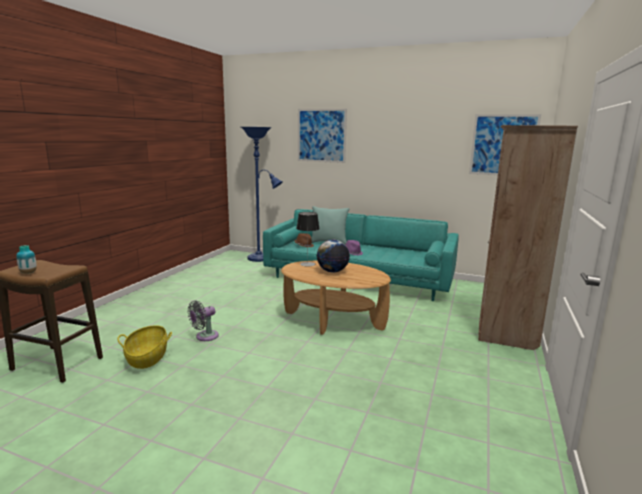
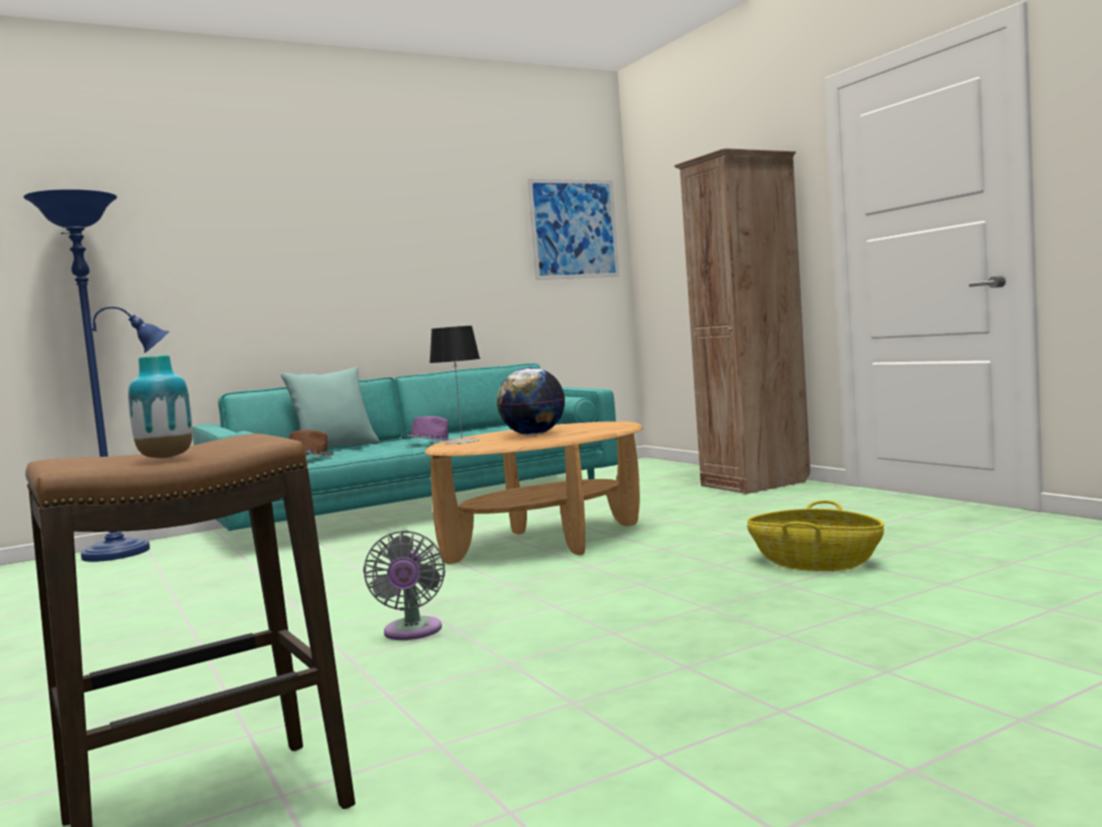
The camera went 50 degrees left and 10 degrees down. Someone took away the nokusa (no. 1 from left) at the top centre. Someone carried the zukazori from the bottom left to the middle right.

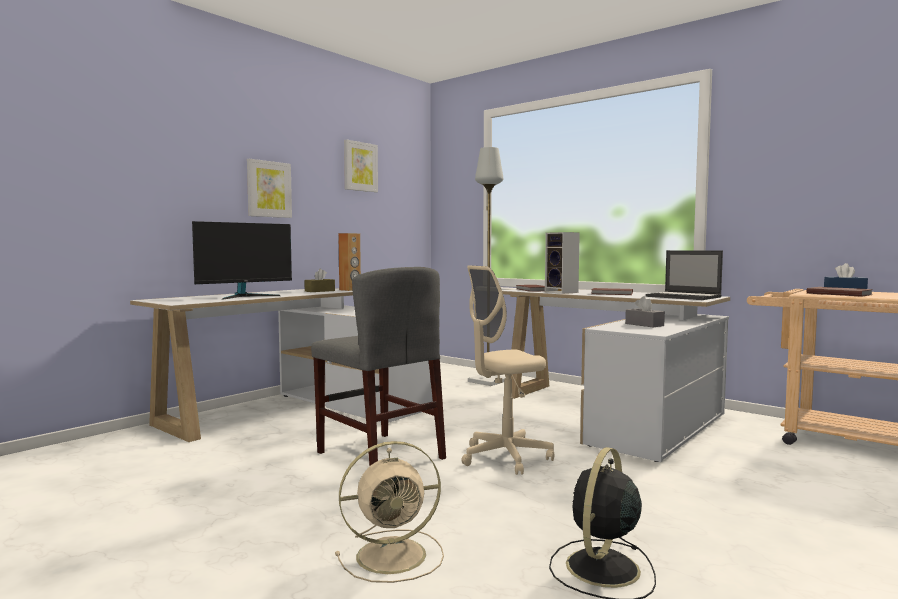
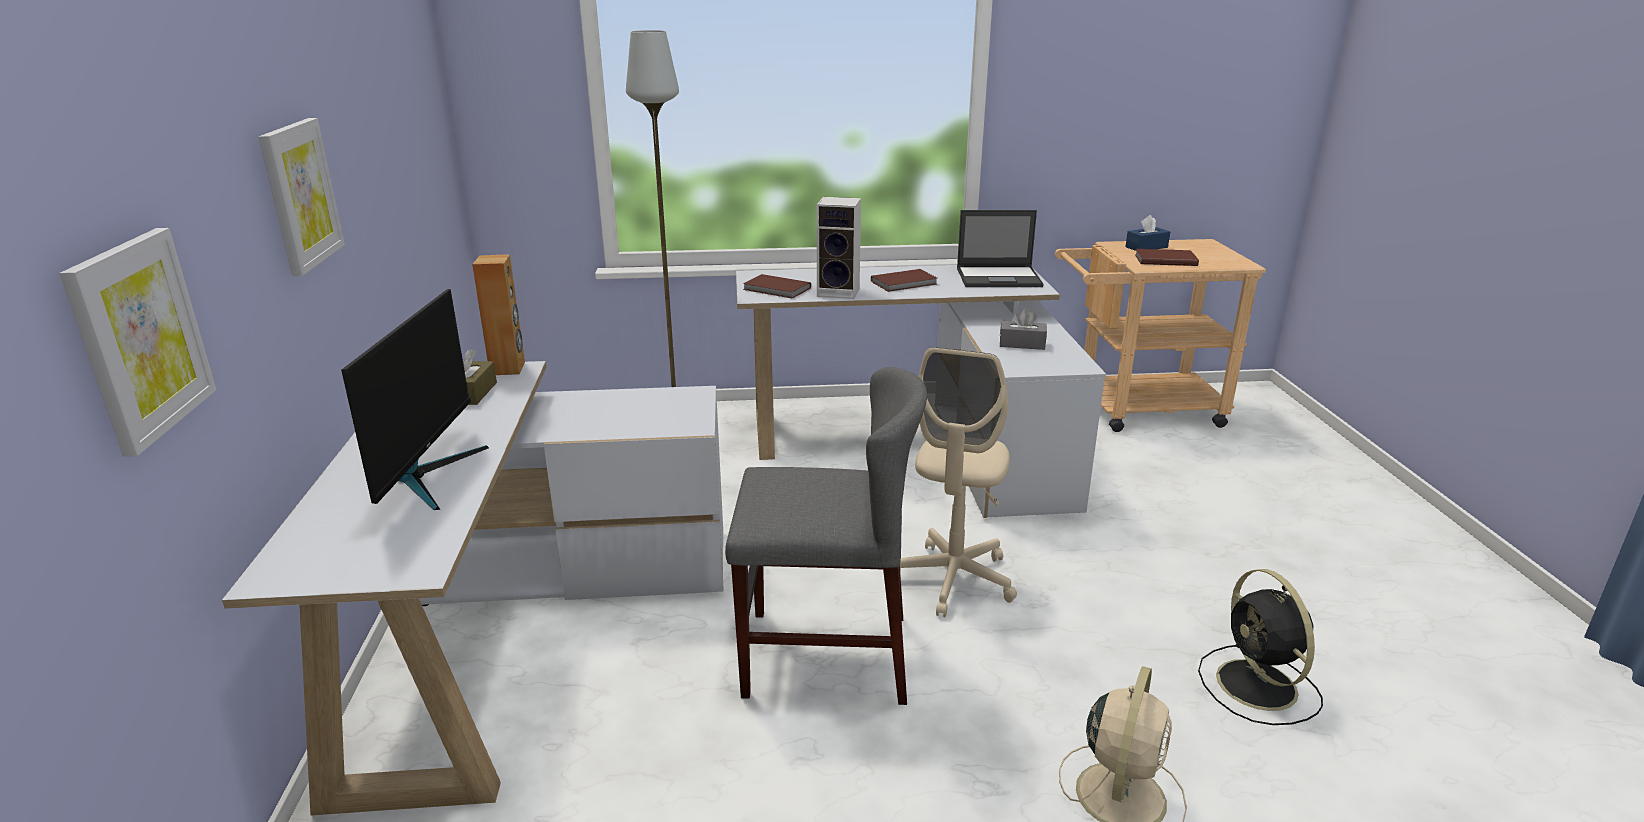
The camera went 45 degrees left and 20 degrees up. Someone carried the nokusa (no. 2 from left in the first image) from the top centre to the middle left.

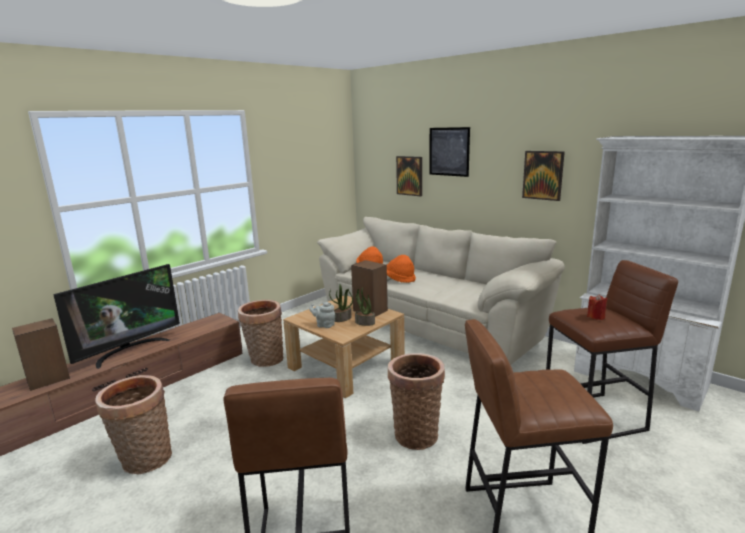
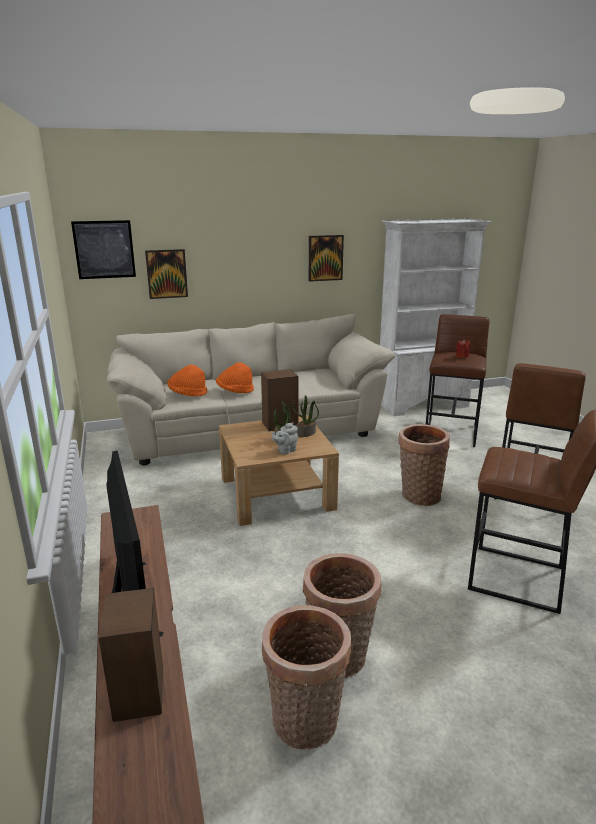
The camera went 60 degrees left and 5 degrees up. Someone carried the zukazori (no. 2 from left in the first image) from the centre to the bottom centre. Someone carried the nokusa (no. 2 from left in the first image) from the top centre to the top left.

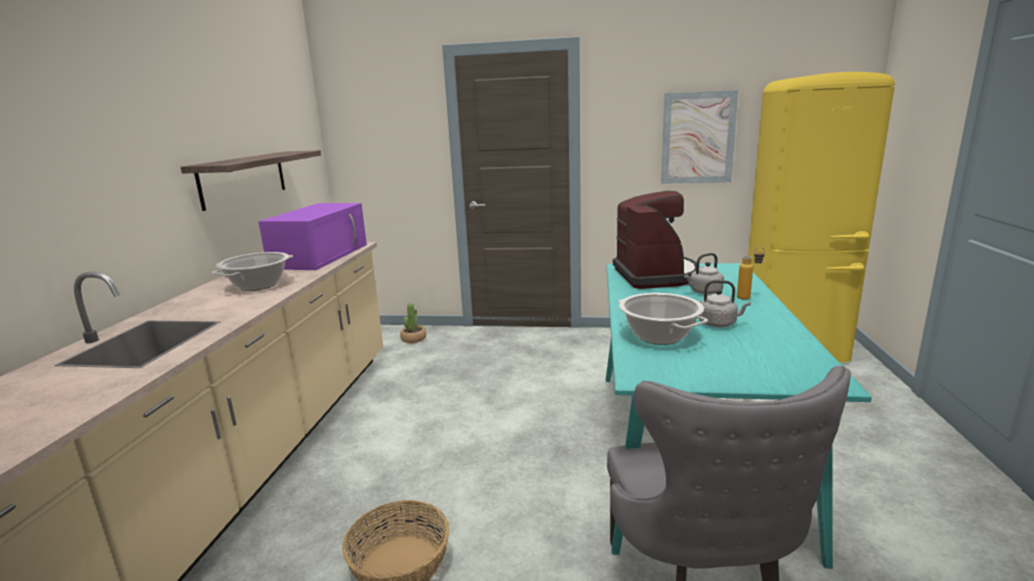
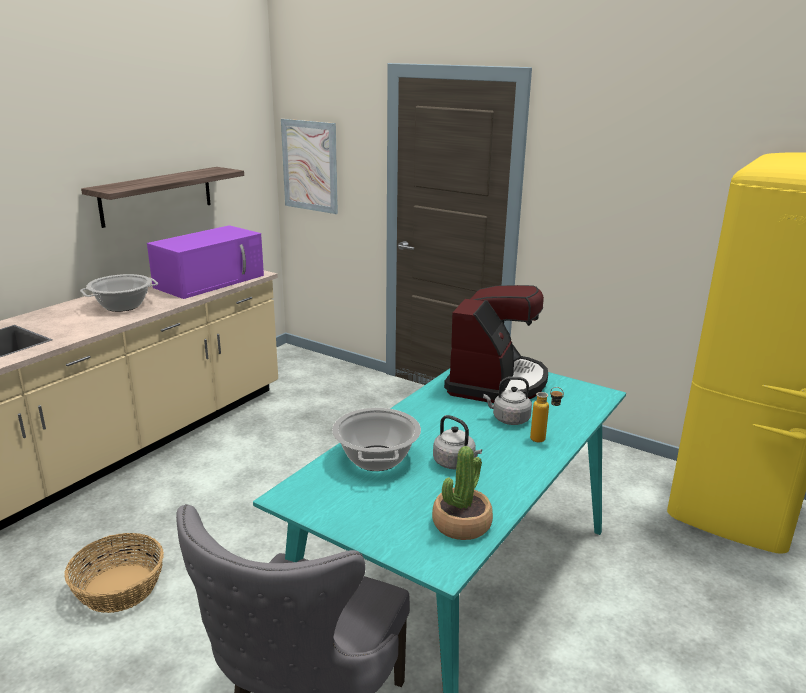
The camera went 25 degrees right and 5 degrees up. Someone carried the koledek from the centre to the bottom centre. Someone carried the nokusa from the top right to the top centre.

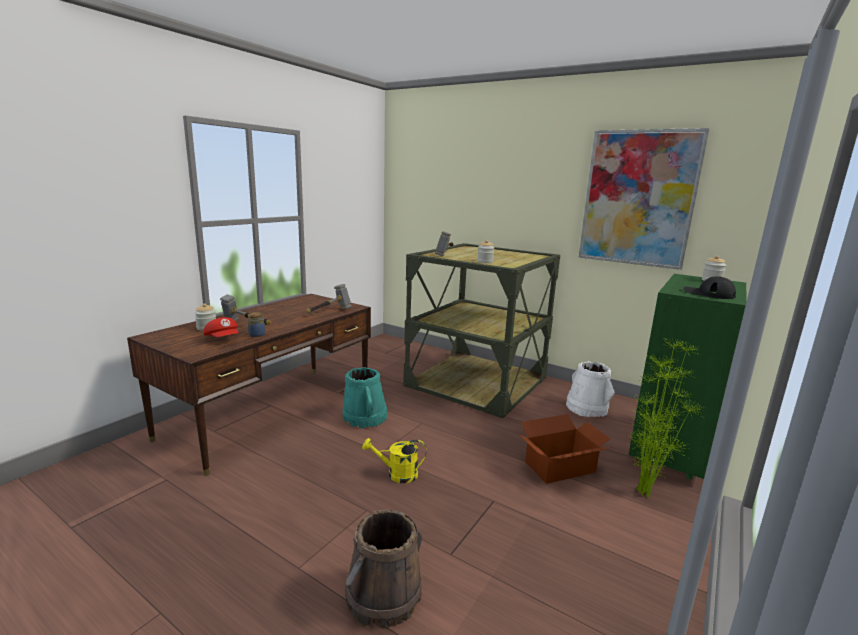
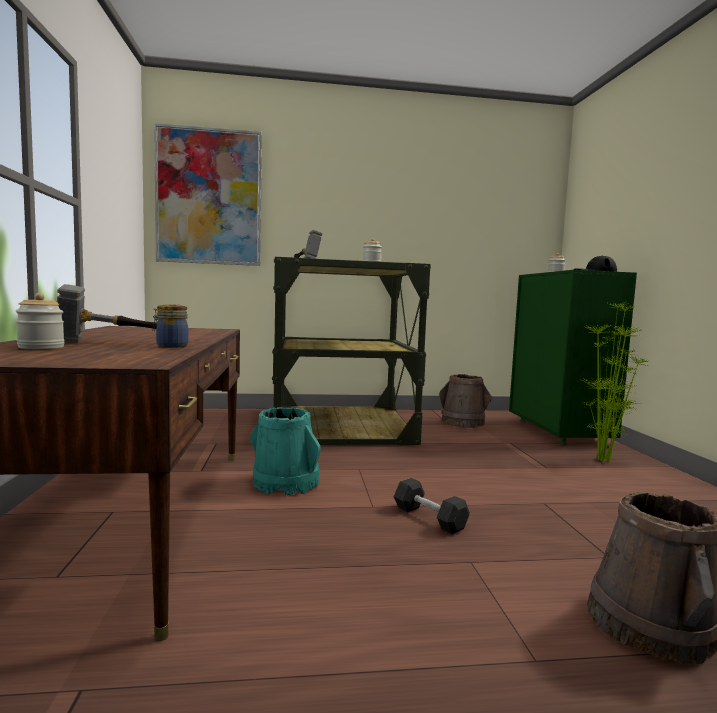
The camera went 40 degrees left and 10 degrees down. Someone took away the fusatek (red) at the middle left. Someone took away the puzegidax (no. 2 from left) at the centre. Someone took away the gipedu at the bottom centre. Someone carried the nokusa from the top right to the top left. Someone swapped the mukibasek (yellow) at the bottom centre for the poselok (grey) at the bottom centre. Someone repainted the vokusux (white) at the middle right, which became the vokusux (brown) (no. 1 from left) at the centre.

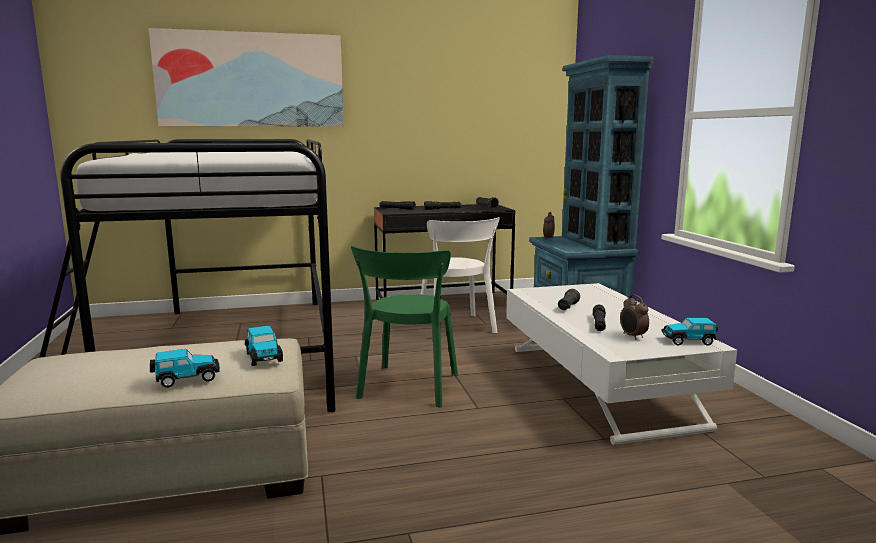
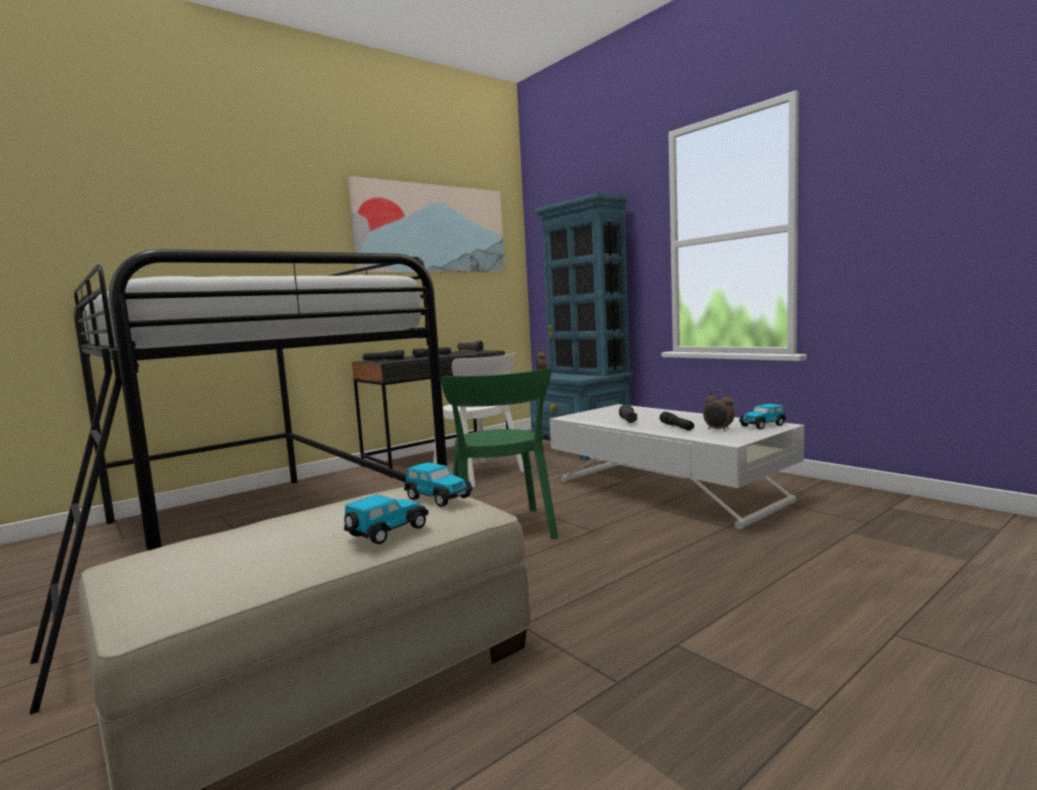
The camera went 25 degrees left and 5 degrees down. Someone carried the nokusa from the top left to the top centre.

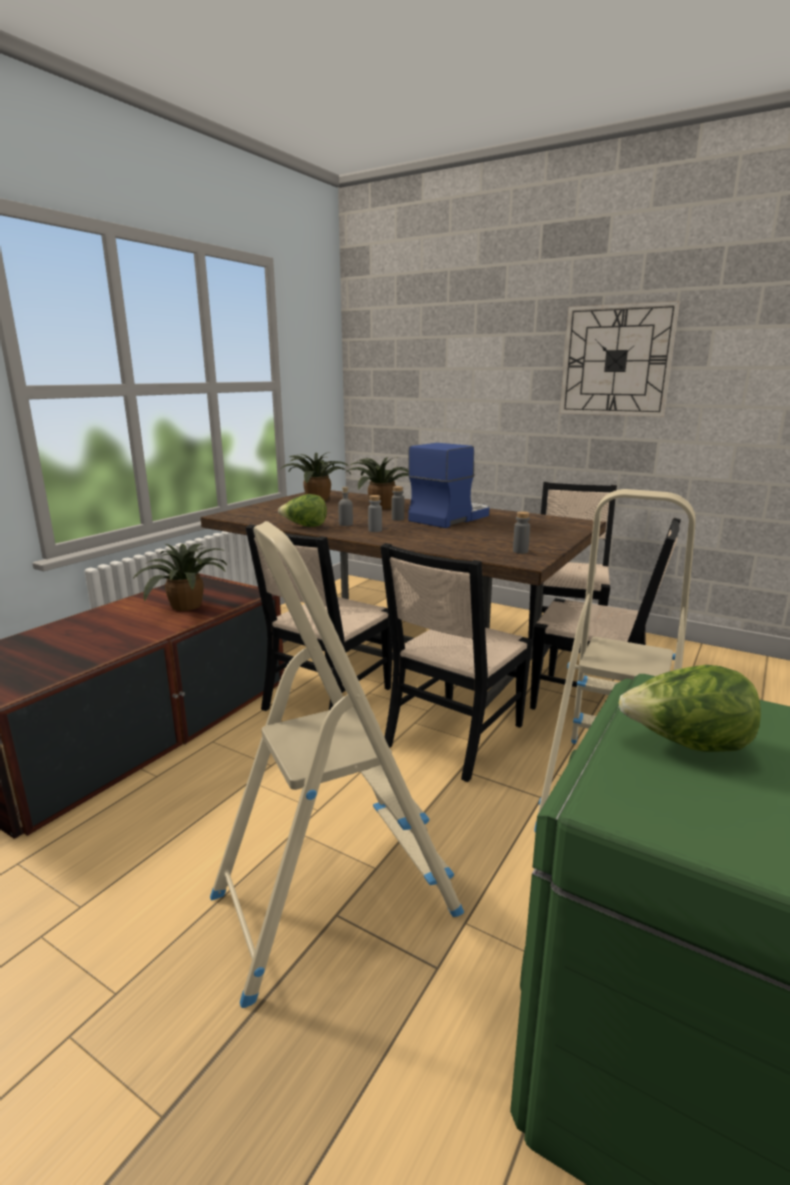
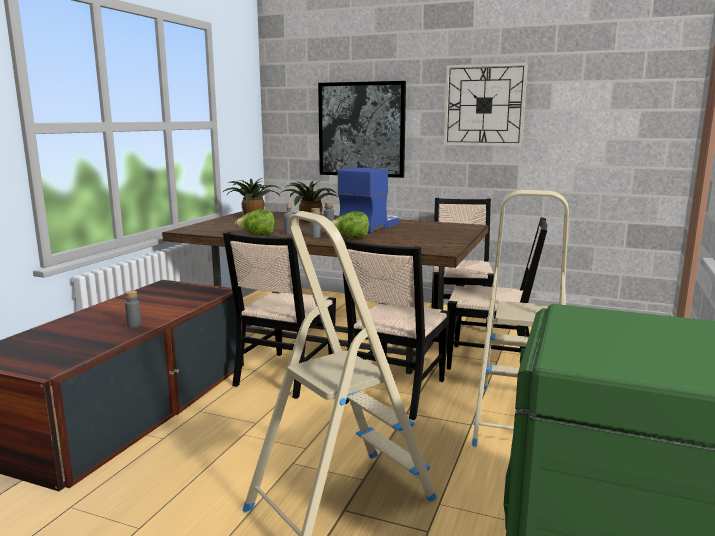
The camera went 10 degrees left and 5 degrees down. Someone took away the koledek (no. 1 from left) at the middle left. Someone put up the nokusa at the top centre. Someone carried the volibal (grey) (no. 4 from left in the first image) from the centre to the middle left. Someone carried the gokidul (no. 2 from left) from the middle right to the centre.

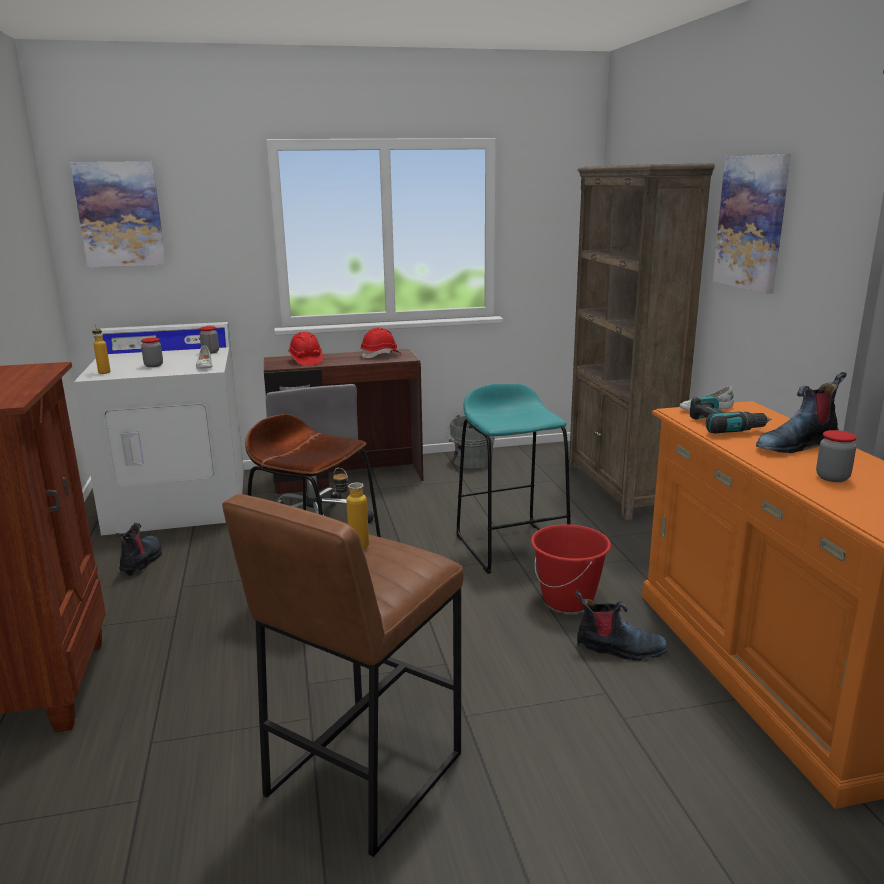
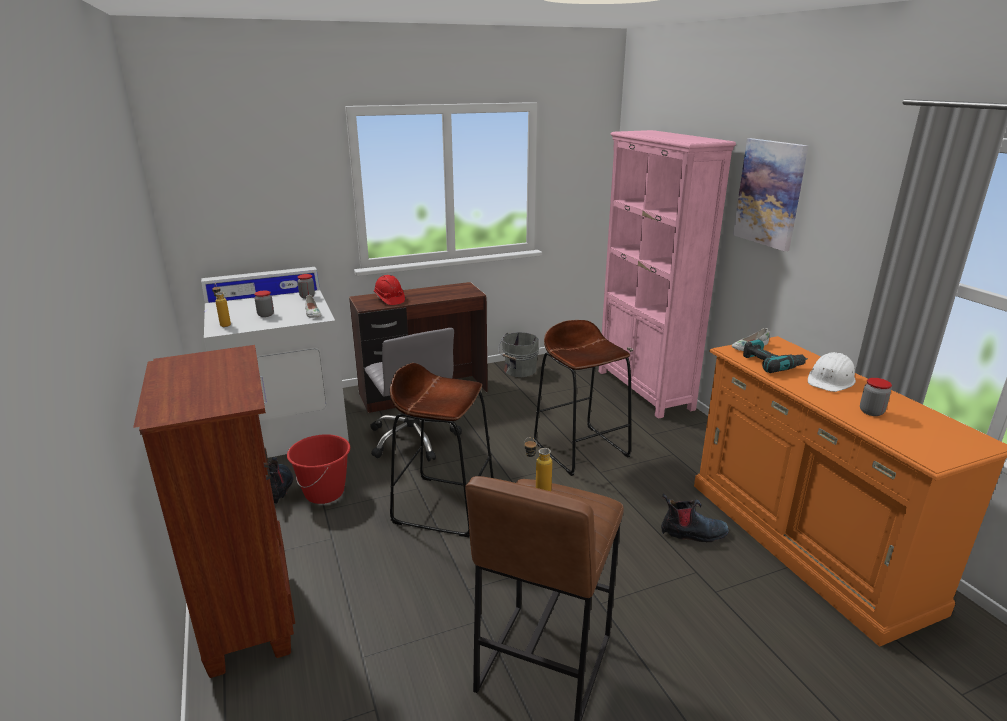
The camera went 10 degrees left and 5 degrees up. Someone took away the nokusa (no. 1 from left) at the top left. Someone took away the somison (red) (no. 2 from left) at the centre. Someone carried the vokusux (red) from the centre to the middle left. Someone swapped the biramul (no. 3 from left) at the middle right for the somison (white) at the middle right. Someone repainted the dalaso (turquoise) at the centre, which became the dalaso (brown) (no. 3 from left) at the centre. Someone repainted the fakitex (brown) at the middle right, which became the fakitex (pink) at the centre.

